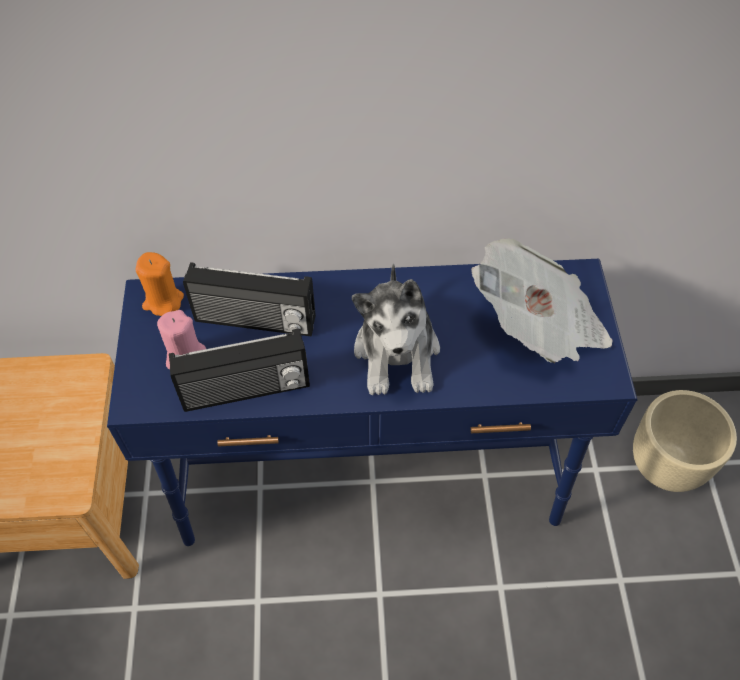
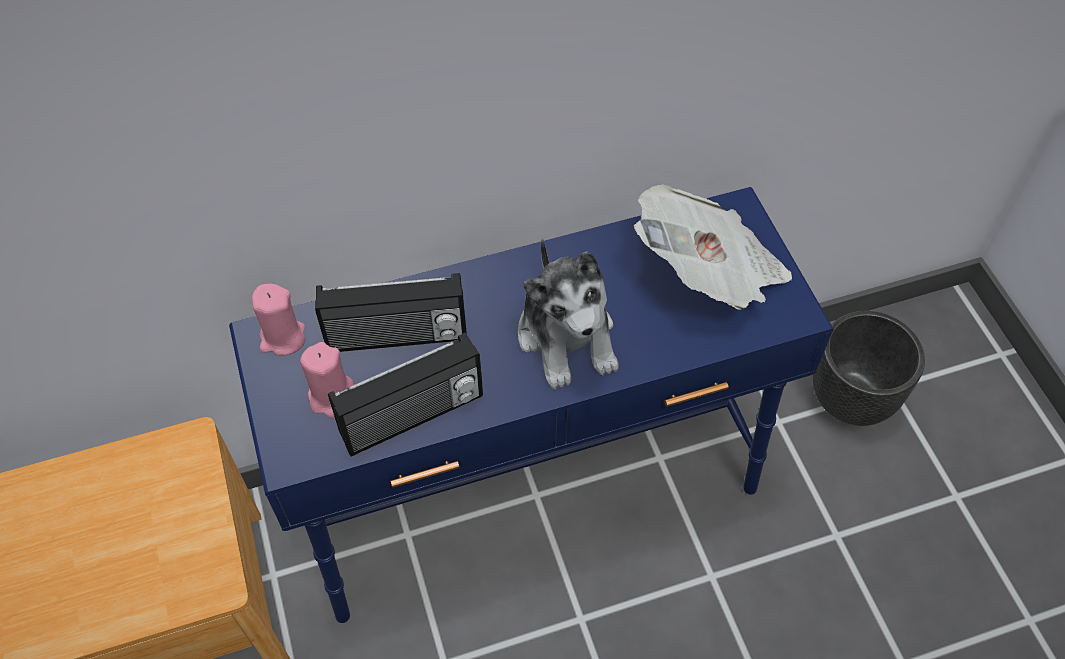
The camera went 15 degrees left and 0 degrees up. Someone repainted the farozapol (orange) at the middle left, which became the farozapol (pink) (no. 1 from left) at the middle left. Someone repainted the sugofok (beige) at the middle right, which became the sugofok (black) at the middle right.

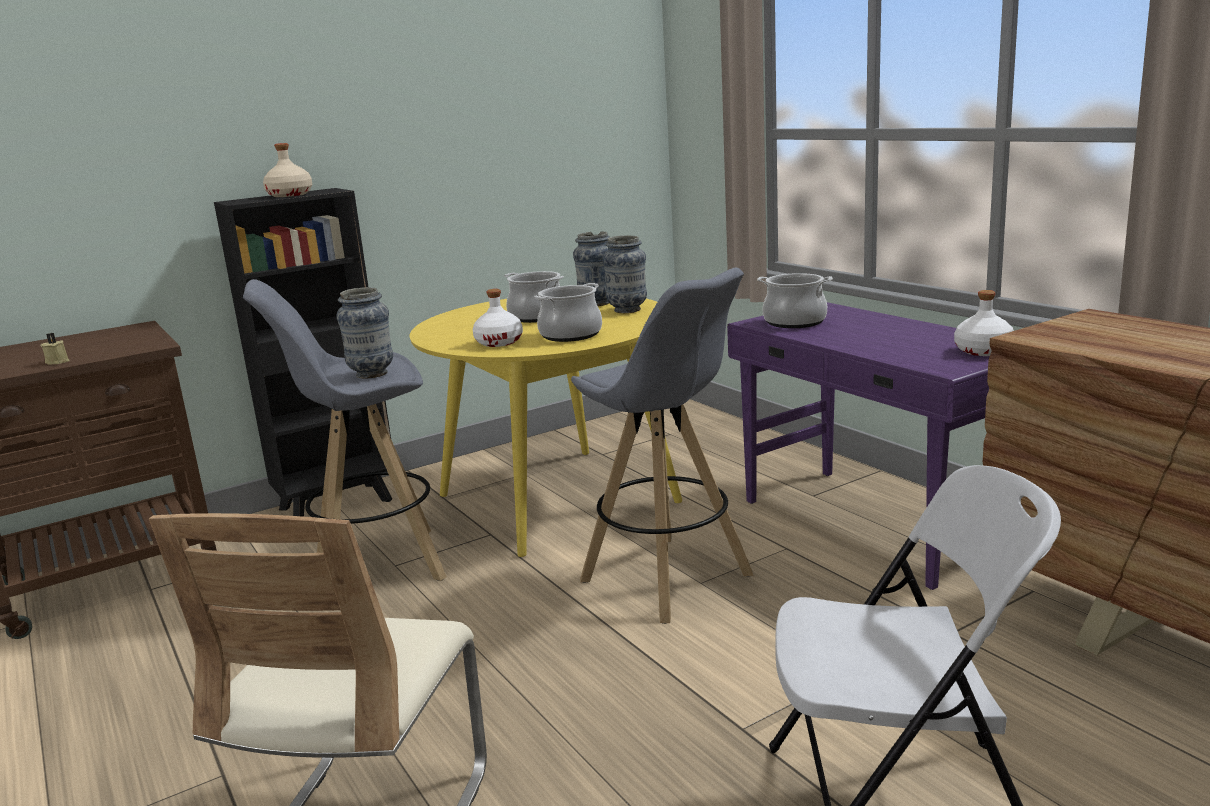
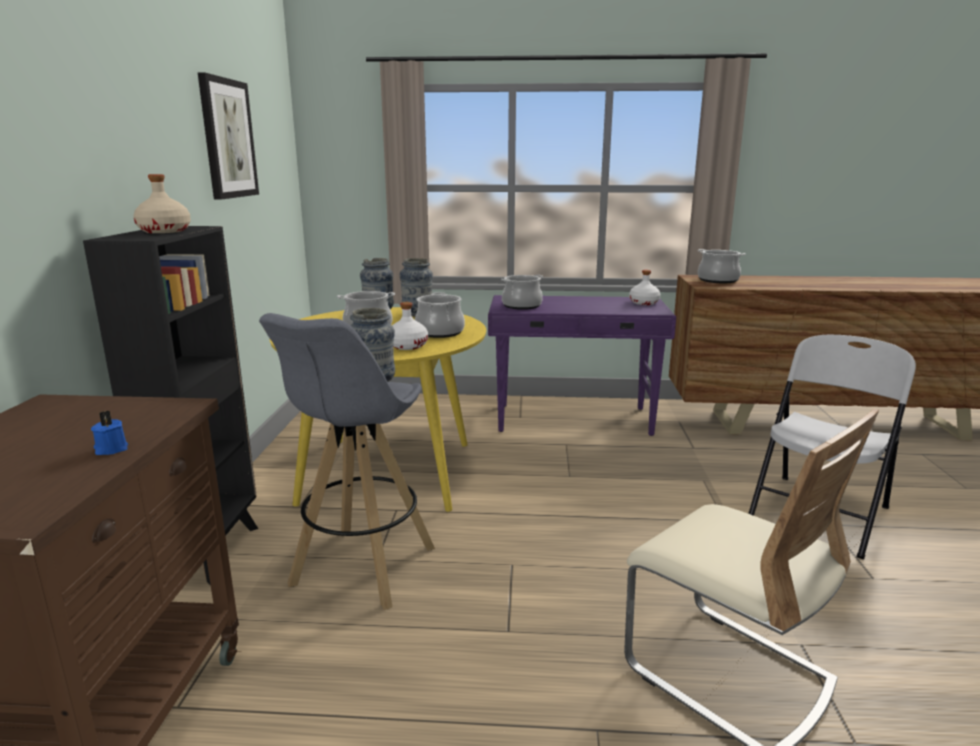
The camera went 55 degrees left and 0 degrees up. Someone took away the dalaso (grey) (no. 2 from left) at the centre. Someone put up the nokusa at the top left. Someone put down the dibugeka (no. 4 from left) at the middle right. Someone repainted the farozapol (beige) at the middle left, which became the farozapol (blue) at the middle left.

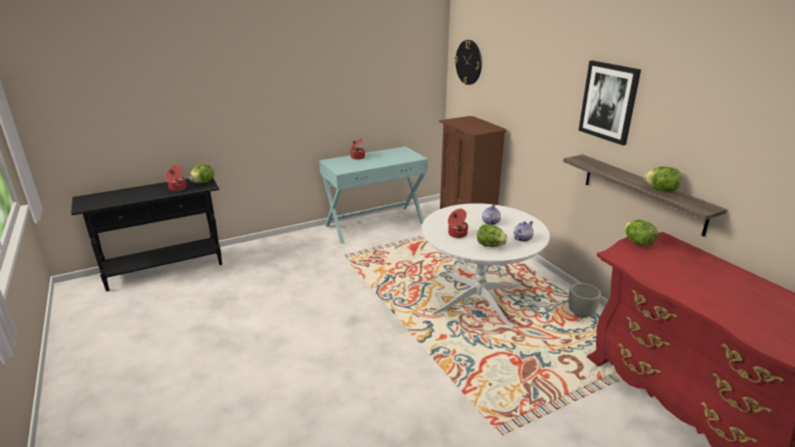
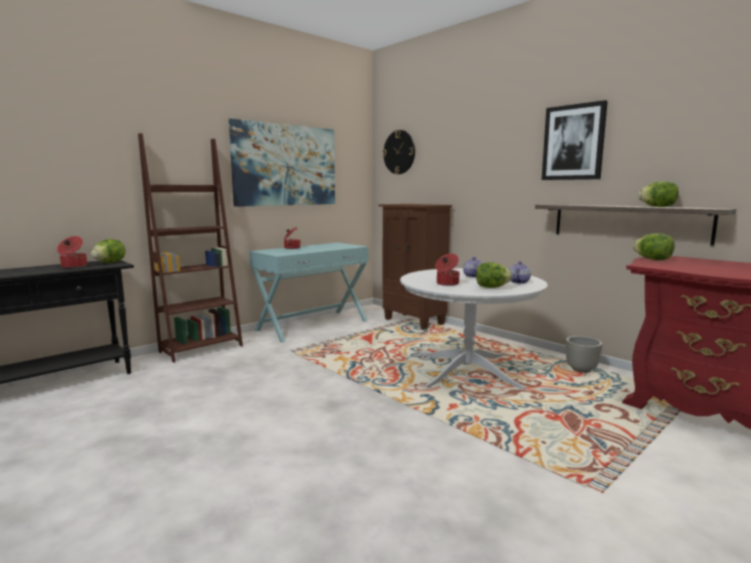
The camera went 15 degrees left and 15 degrees down. Someone put down the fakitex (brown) at the middle left. Someone put up the nokusa (no. 1 from left) at the top centre.

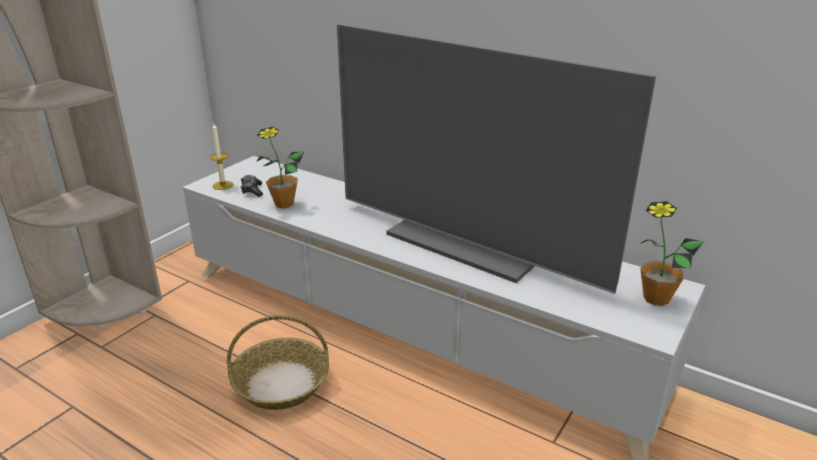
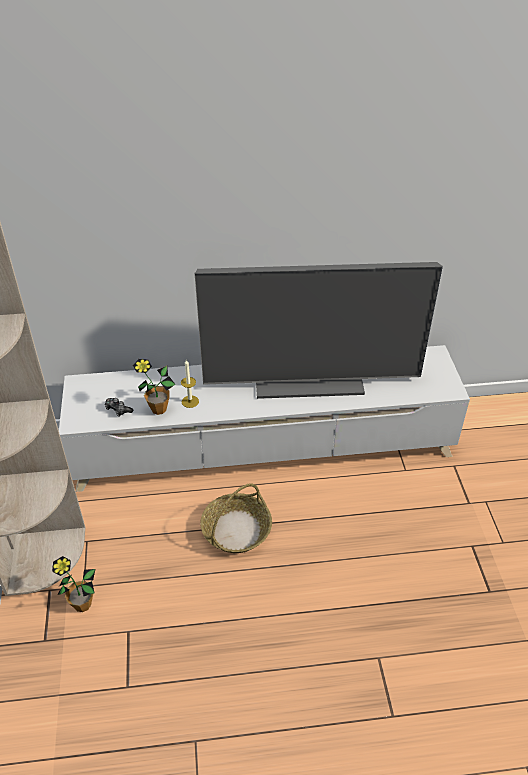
The camera went 40 degrees left and 15 degrees up. Someone carried the farozapol from the middle left to the centre. Someone carried the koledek (no. 2 from left in the first image) from the middle right to the bottom left.

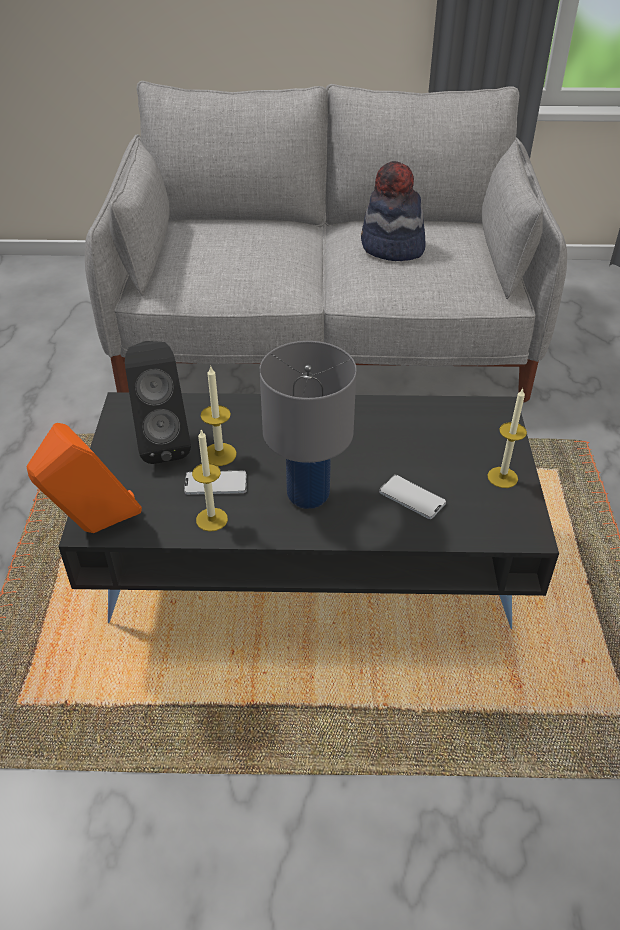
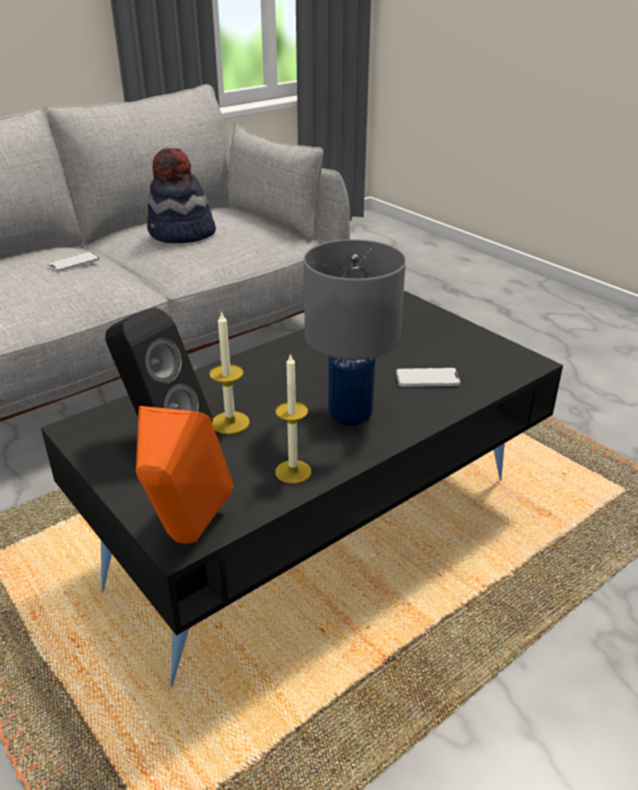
The camera went 40 degrees left and 10 degrees down. Someone took away the farozapol (no. 3 from left) at the middle right. Someone carried the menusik (no. 1 from left) from the centre to the top left.

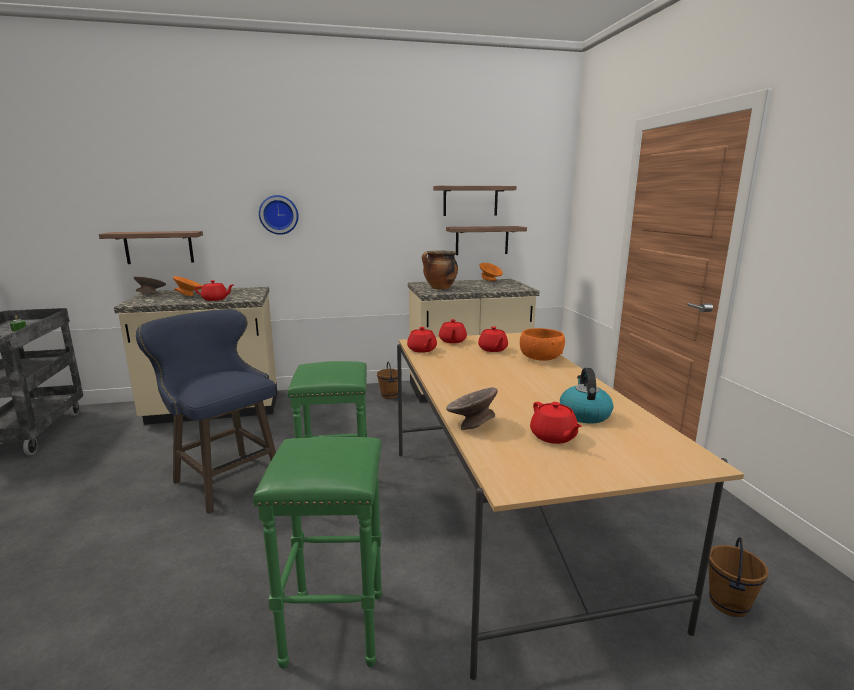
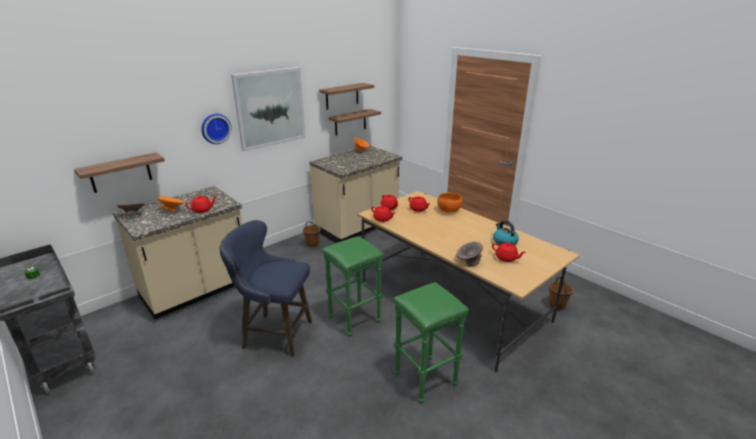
The camera went 30 degrees left and 10 degrees up. Someone took away the dibugeka at the centre. Someone put up the nokusa at the top centre.

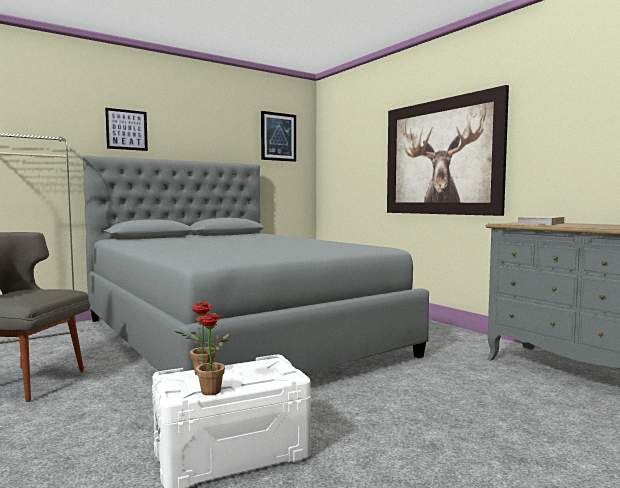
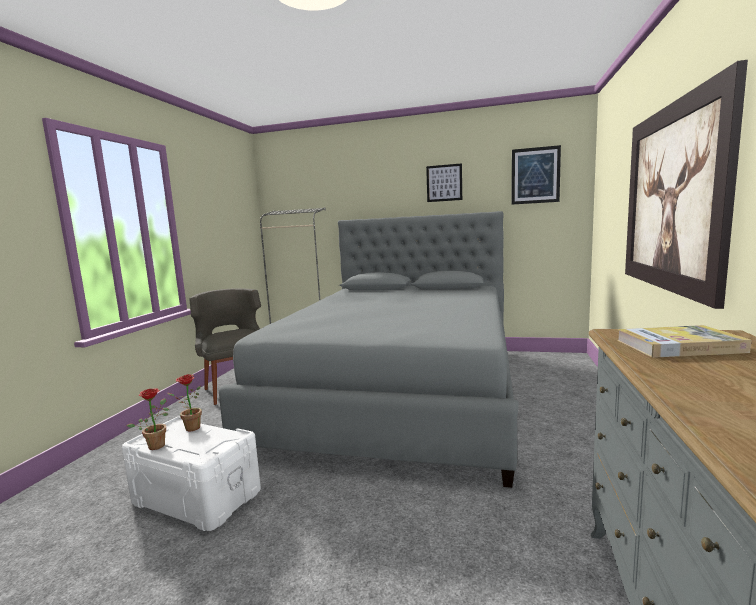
The camera went 50 degrees right and 5 degrees up. Someone carried the nokusa (no. 1 from left) from the top left to the top centre.

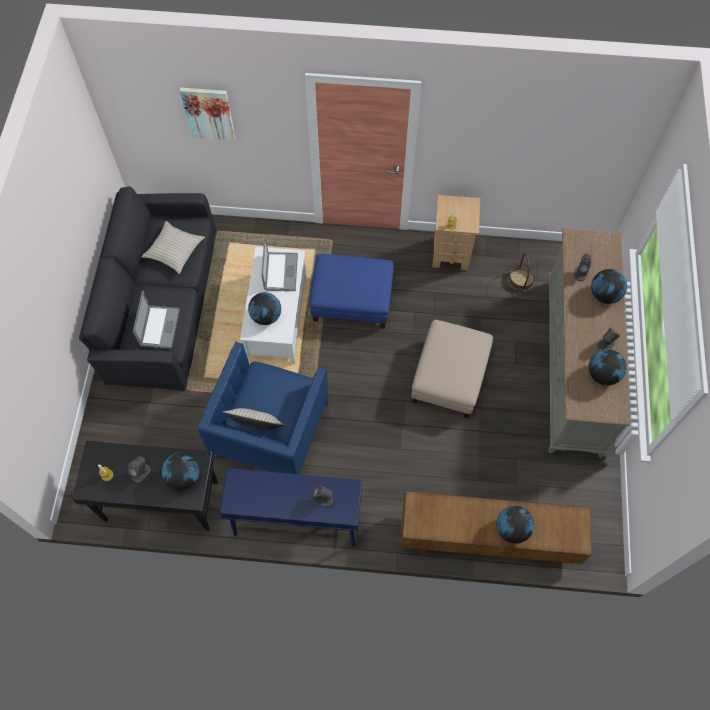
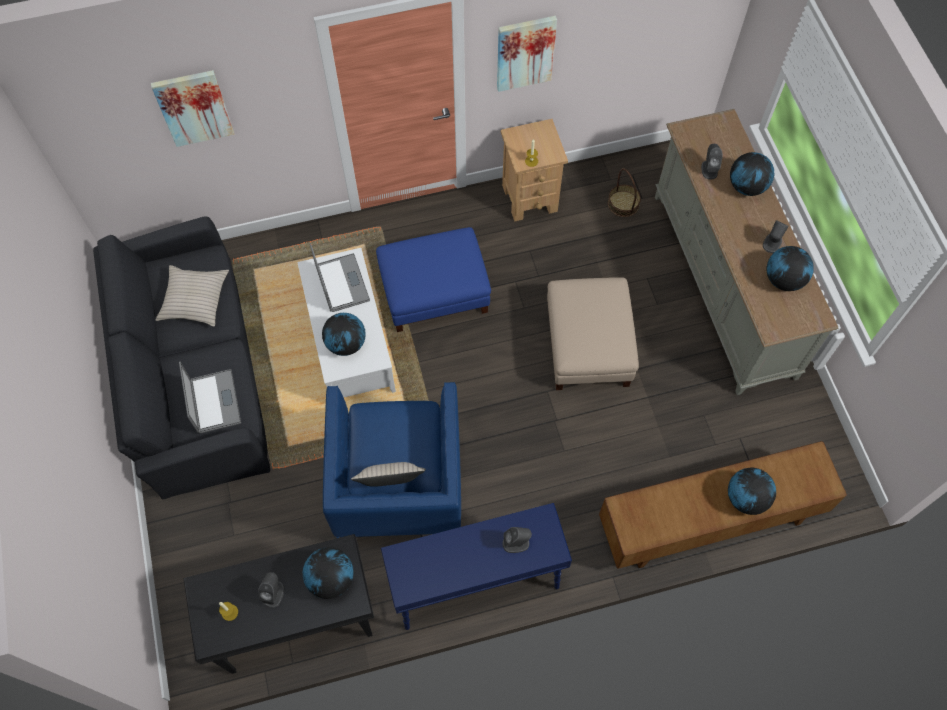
The camera went 20 degrees left and 0 degrees up. Someone put up the nokusa (no. 2 from left) at the top centre.

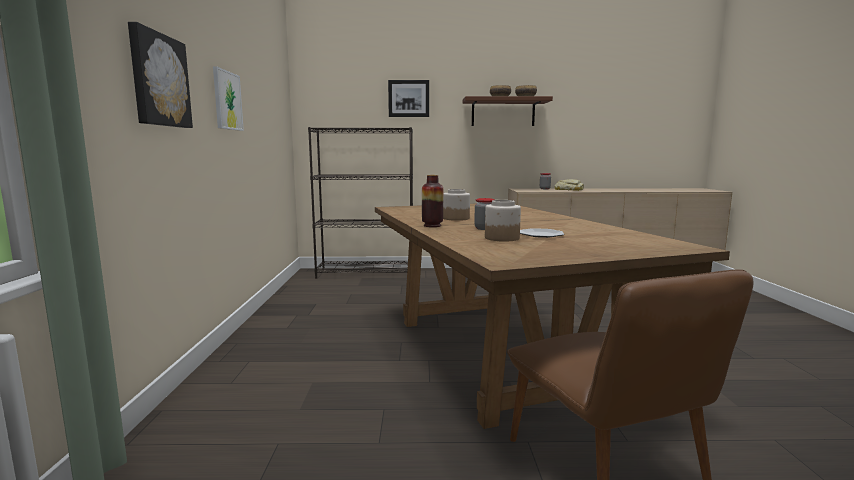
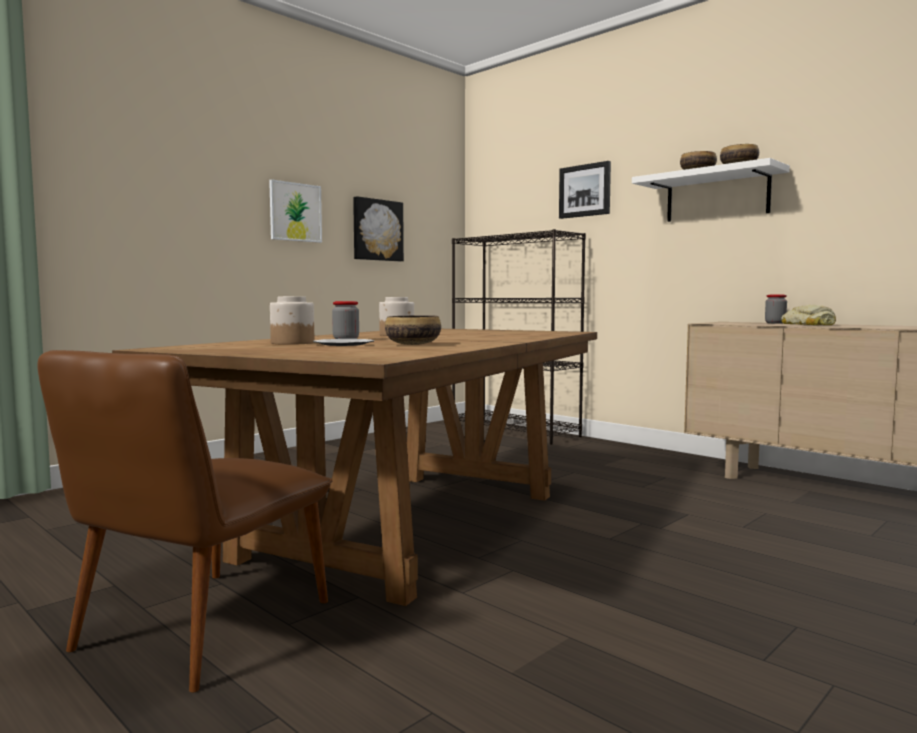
The camera went 45 degrees right and 5 degrees down. Someone took away the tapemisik at the centre. Someone put down the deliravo (no. 1 from left) at the centre. Someone carried the nokusa (no. 1 from left in the first image) from the top left to the top centre. Someone repainted the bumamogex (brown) at the top centre, which became the bumamogex (white) at the top right.

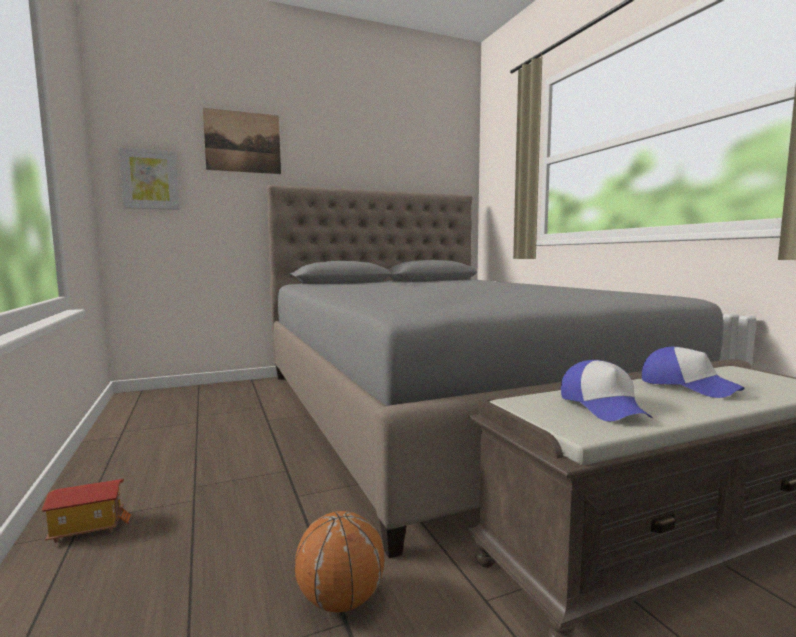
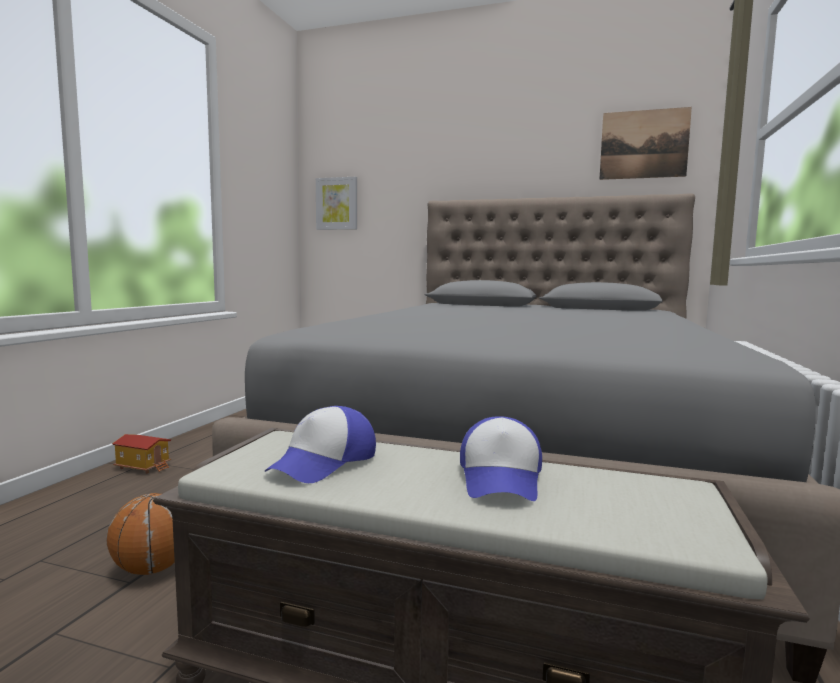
The camera went 40 degrees right and 0 degrees up. Someone carried the nokusa (no. 2 from left) from the top left to the top right.

